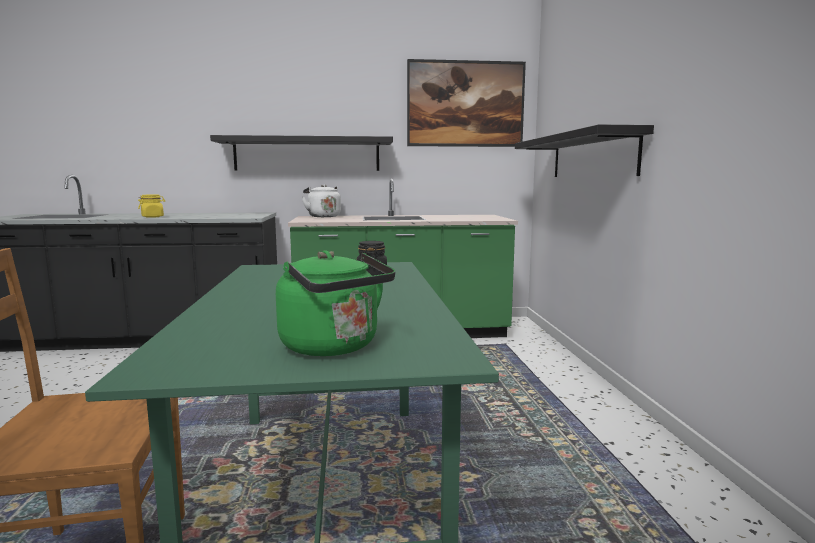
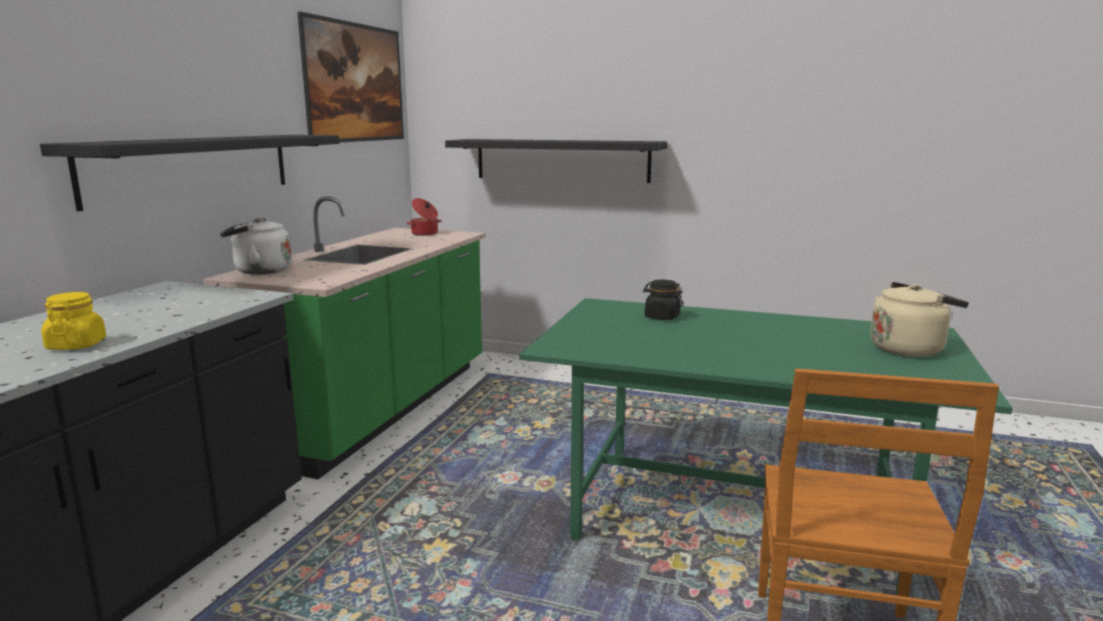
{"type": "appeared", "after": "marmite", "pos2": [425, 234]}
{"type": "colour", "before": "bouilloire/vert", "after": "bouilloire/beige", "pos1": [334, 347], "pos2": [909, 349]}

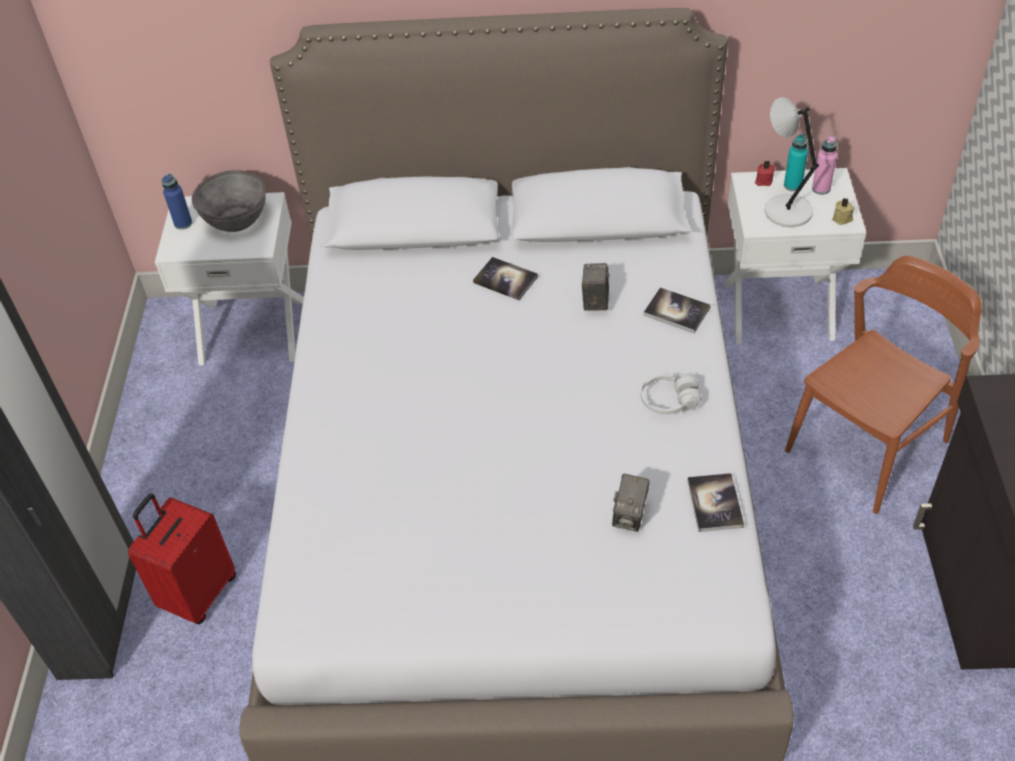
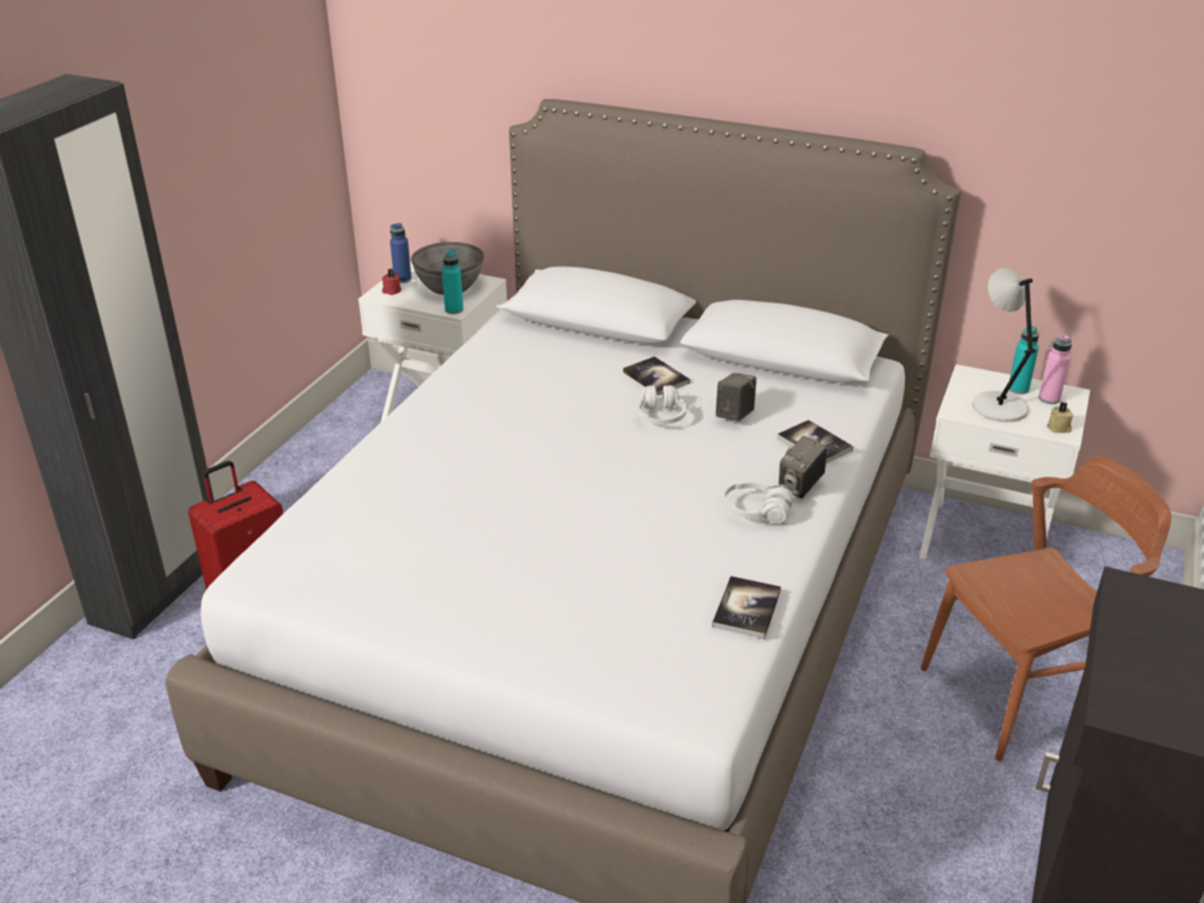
{"type": "relocated", "before": "bougie/rouge", "pos1": [763, 181], "pos2": [391, 291]}
{"type": "appeared", "after": "bouteille/turquoise", "pos2": [454, 310]}
{"type": "appeared", "after": "casque audio/blanc", "pos2": [660, 416]}
{"type": "relocated", "before": "appareil photo", "pos1": [630, 516], "pos2": [800, 487]}

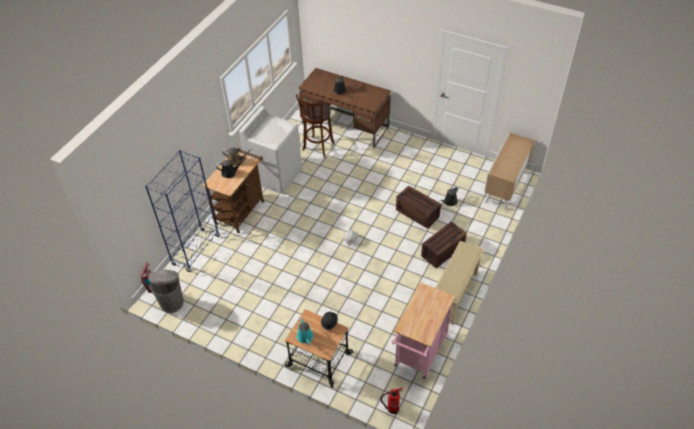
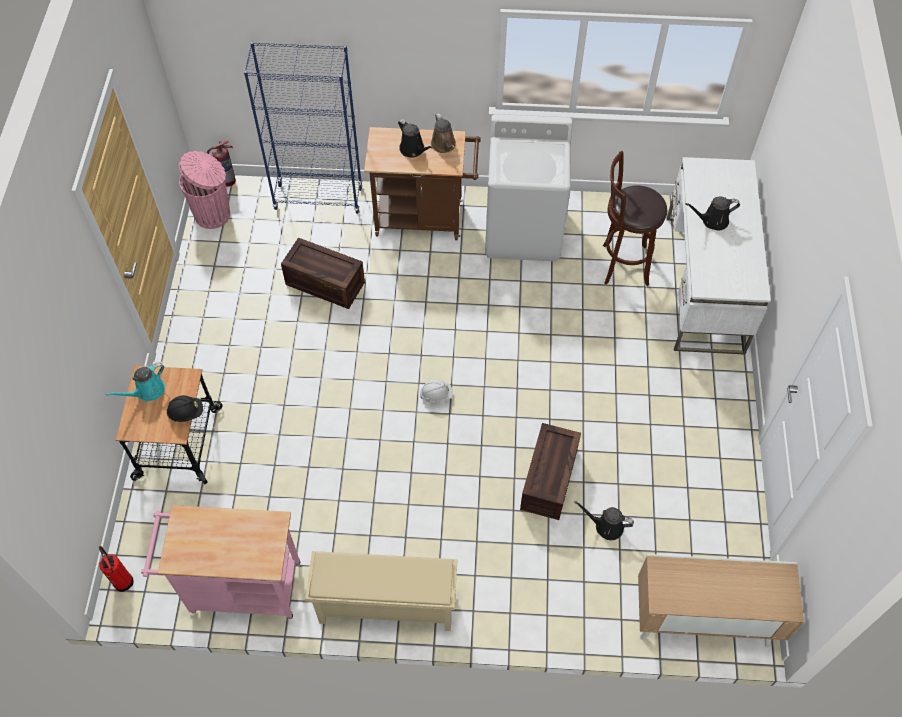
{"type": "colour", "before": "poubelle/gris", "after": "poubelle/rose", "pos1": [172, 302], "pos2": [213, 214]}
{"type": "relocated", "before": "caisse", "pos1": [443, 251], "pos2": [323, 284]}
{"type": "colour", "before": "bureau/marron", "after": "bureau/blanc", "pos1": [345, 126], "pos2": [704, 284]}

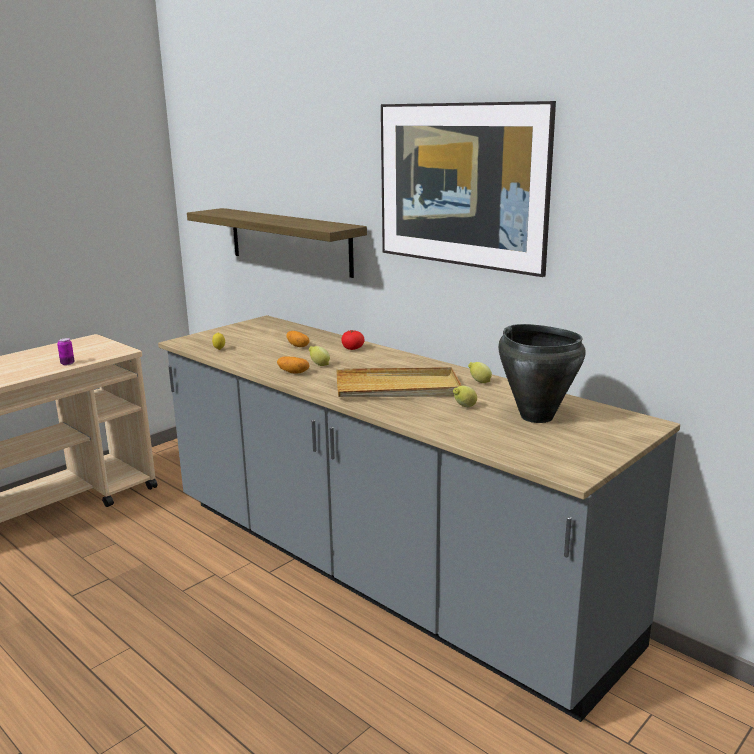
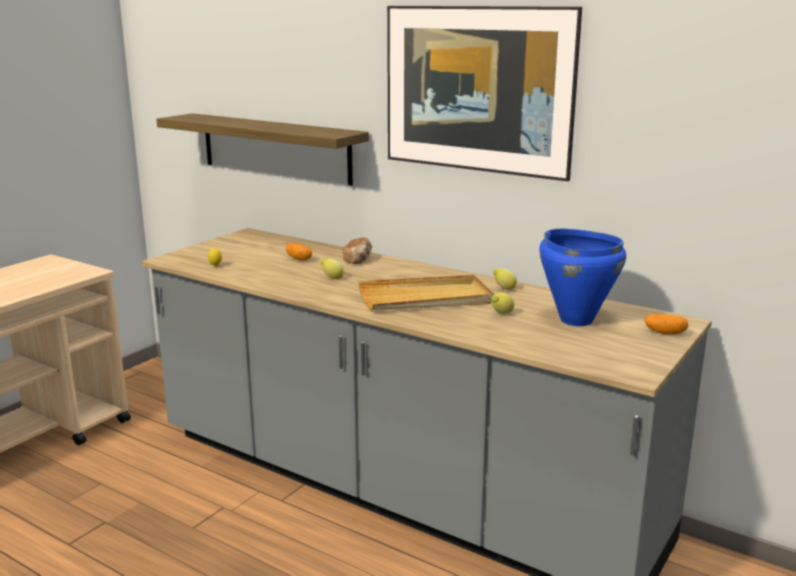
{"type": "exchanged", "before": "tomate", "after": "pain", "pos1": [352, 348], "pos2": [358, 260]}
{"type": "colour", "before": "marmite/noir", "after": "marmite/bleu", "pos1": [536, 416], "pos2": [576, 320]}
{"type": "relocated", "before": "pomme de terre", "pos1": [293, 372], "pos2": [665, 333]}
{"type": "missing", "before": "boîte métallique", "pos1": [67, 363]}

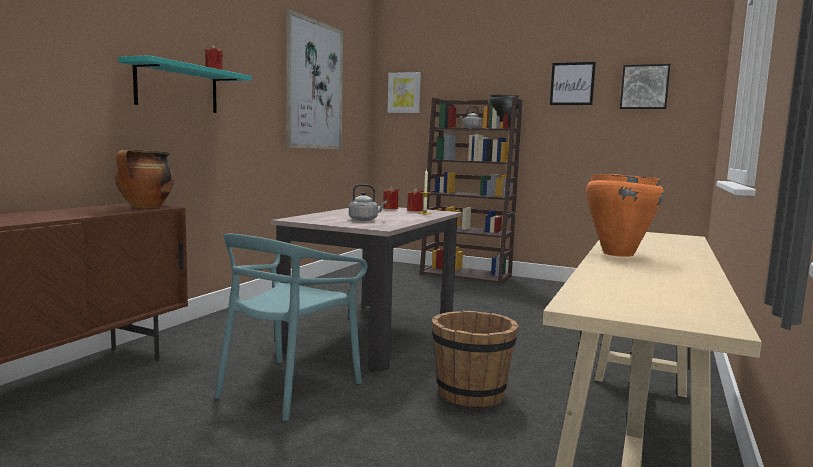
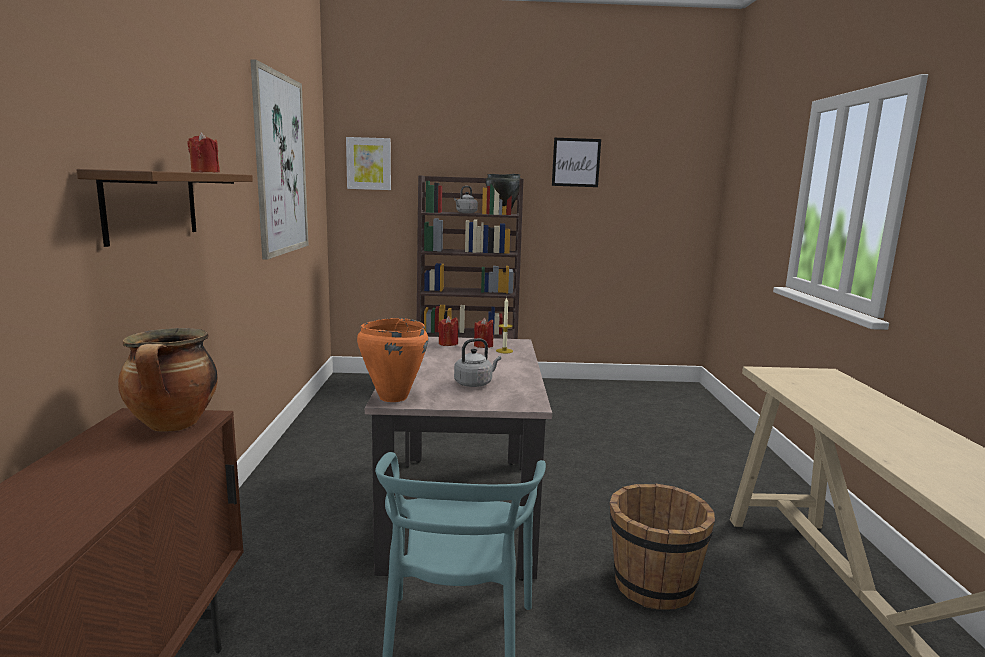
{"type": "colour", "before": "étagère/turquoise", "after": "étagère/marron", "pos1": [177, 88], "pos2": [152, 205]}
{"type": "relocated", "before": "marmite/orange", "pos1": [617, 254], "pos2": [392, 397]}
{"type": "missing", "before": "tableau", "pos1": [644, 87]}

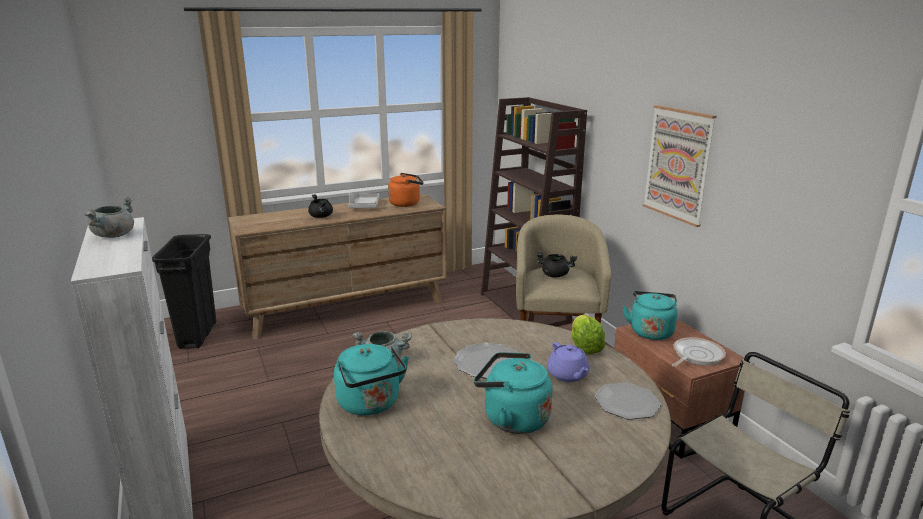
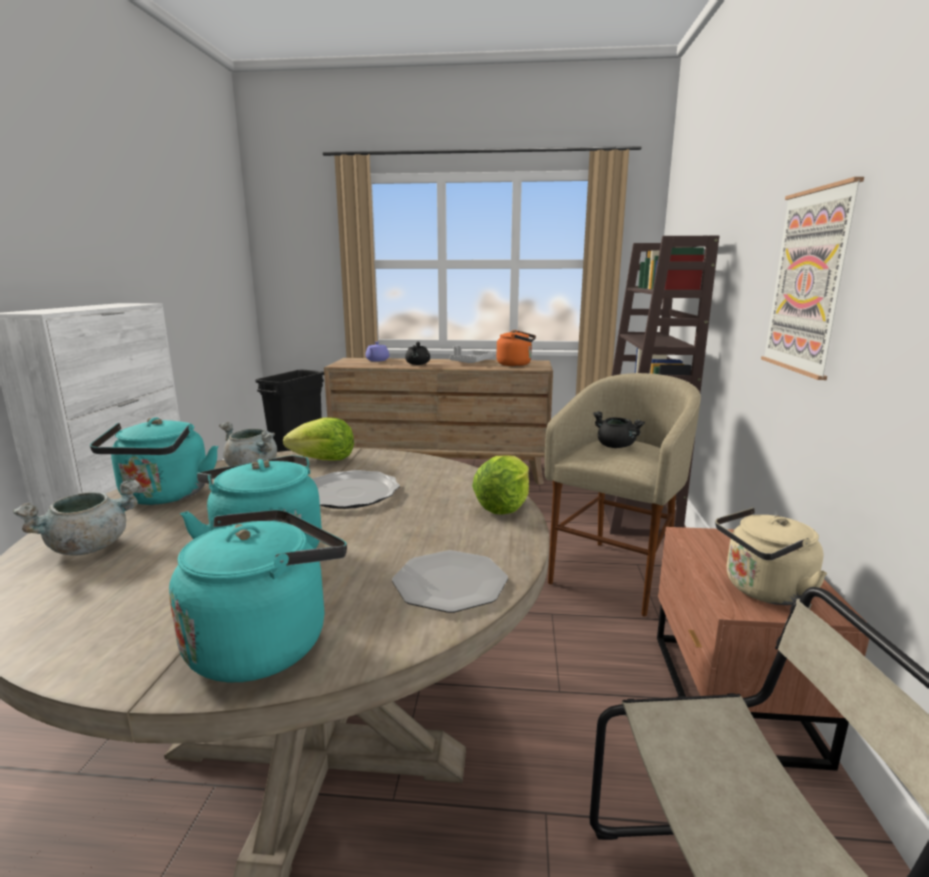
{"type": "relocated", "before": "marmite/gris", "pos1": [114, 235], "pos2": [89, 547]}
{"type": "relocated", "before": "bouilloire/turquoise", "pos1": [650, 331], "pos2": [265, 642]}
{"type": "appeared", "after": "laitue", "pos2": [323, 460]}
{"type": "relocated", "before": "théière/violet", "pos1": [568, 375], "pos2": [377, 360]}
{"type": "exchanged", "before": "poêle", "after": "bouilloire/beige", "pos1": [696, 355], "pos2": [763, 591]}

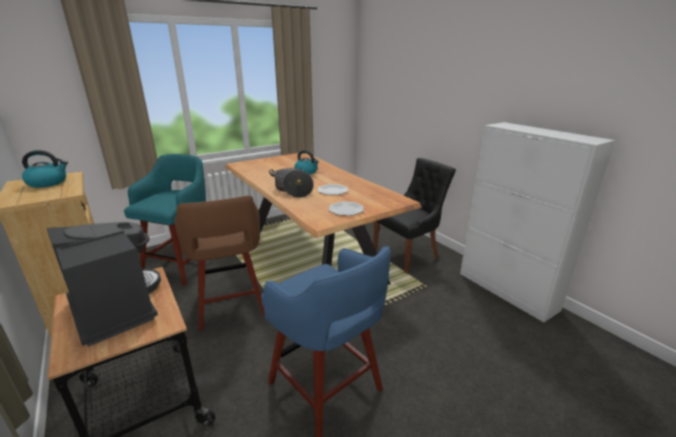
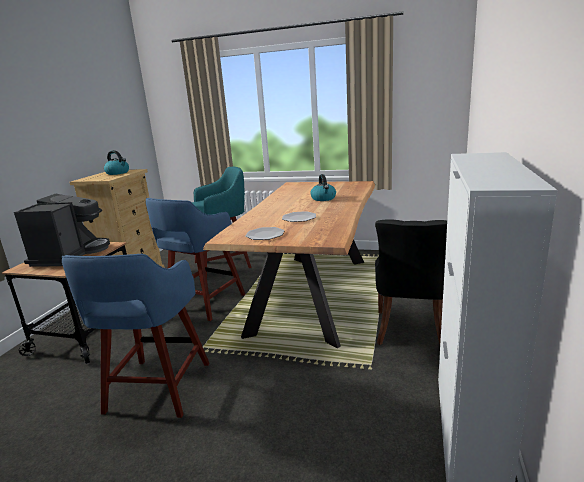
{"type": "colour", "before": "tabouret/marron", "after": "tabouret/bleu", "pos1": [231, 305], "pos2": [204, 303]}
{"type": "spun", "before": "chaise/noir", "pos1": [407, 254], "pos2": [411, 331], "turn": 90}
{"type": "missing", "before": "marmite", "pos1": [292, 190]}

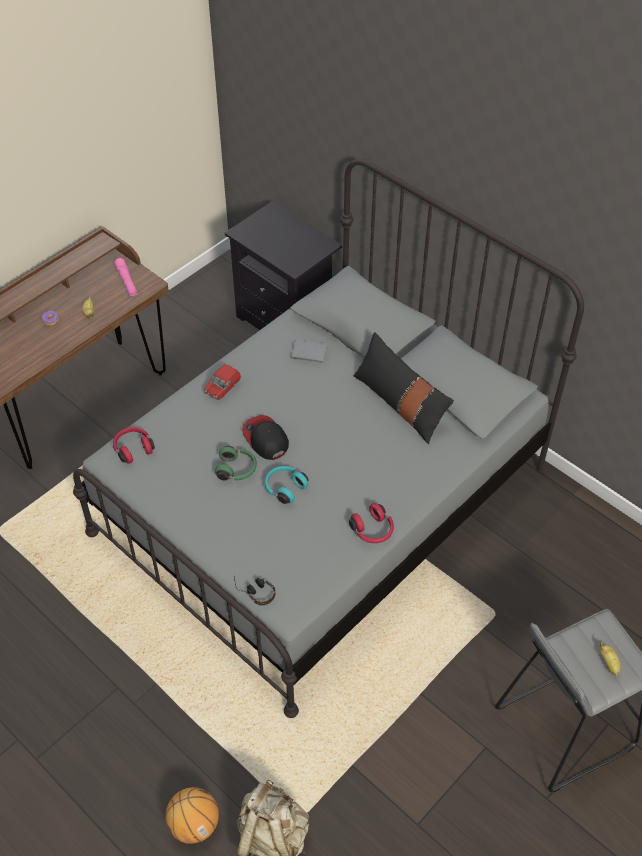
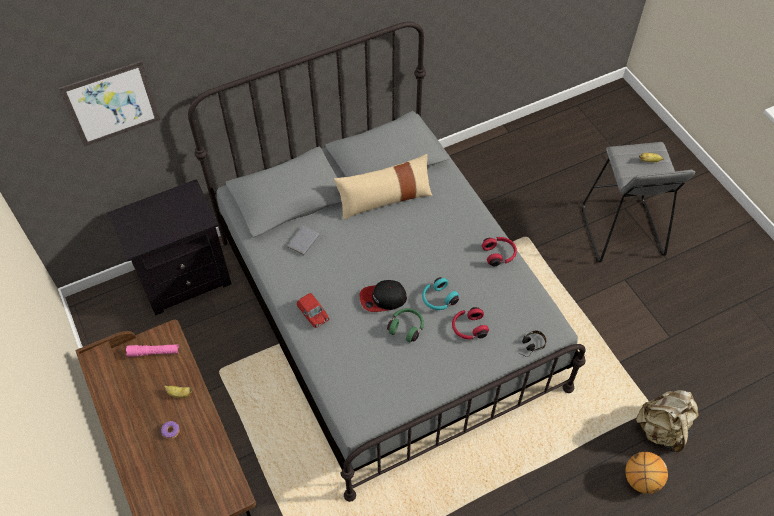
{"type": "appeared", "after": "tableau", "pos2": [111, 104]}
{"type": "colour", "before": "coussin/noir", "after": "coussin/beige", "pos1": [400, 403], "pos2": [384, 199]}
{"type": "relocated", "before": "casque audio/rouge", "pos1": [133, 448], "pos2": [468, 328]}

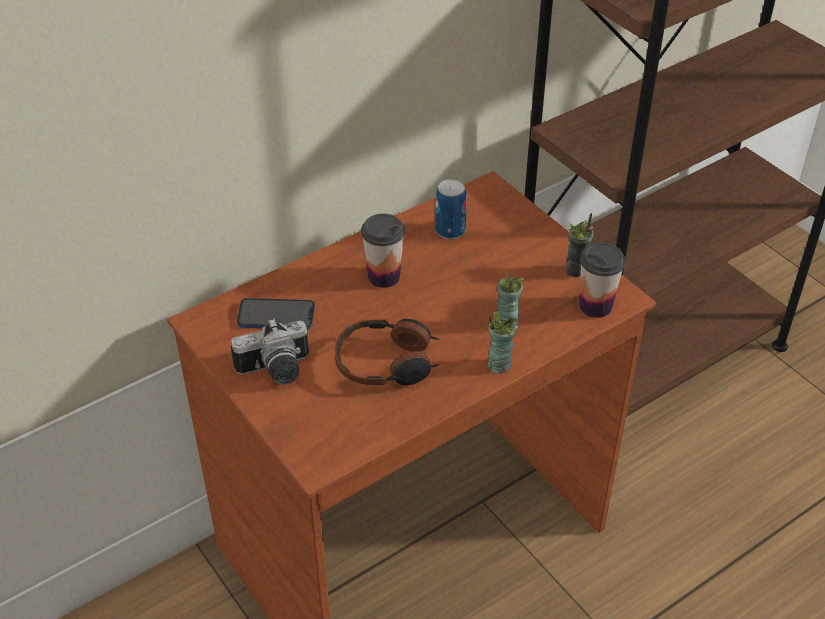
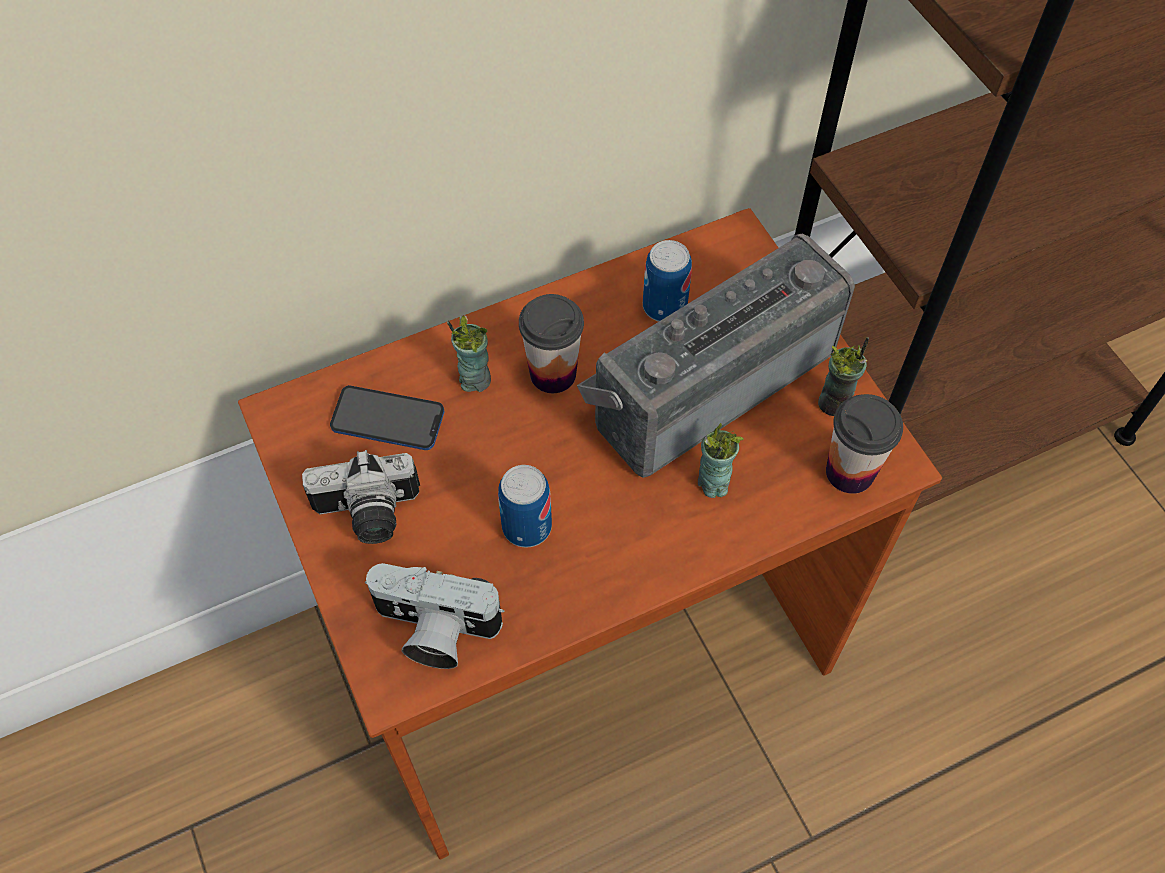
{"type": "appeared", "after": "appareil photo", "pos2": [433, 630]}
{"type": "relocated", "before": "tasse", "pos1": [499, 364], "pos2": [475, 379]}
{"type": "exchanged", "before": "casque audio", "after": "boîte métallique", "pos1": [387, 363], "pos2": [527, 527]}
{"type": "appeared", "after": "radio", "pos2": [707, 381]}

